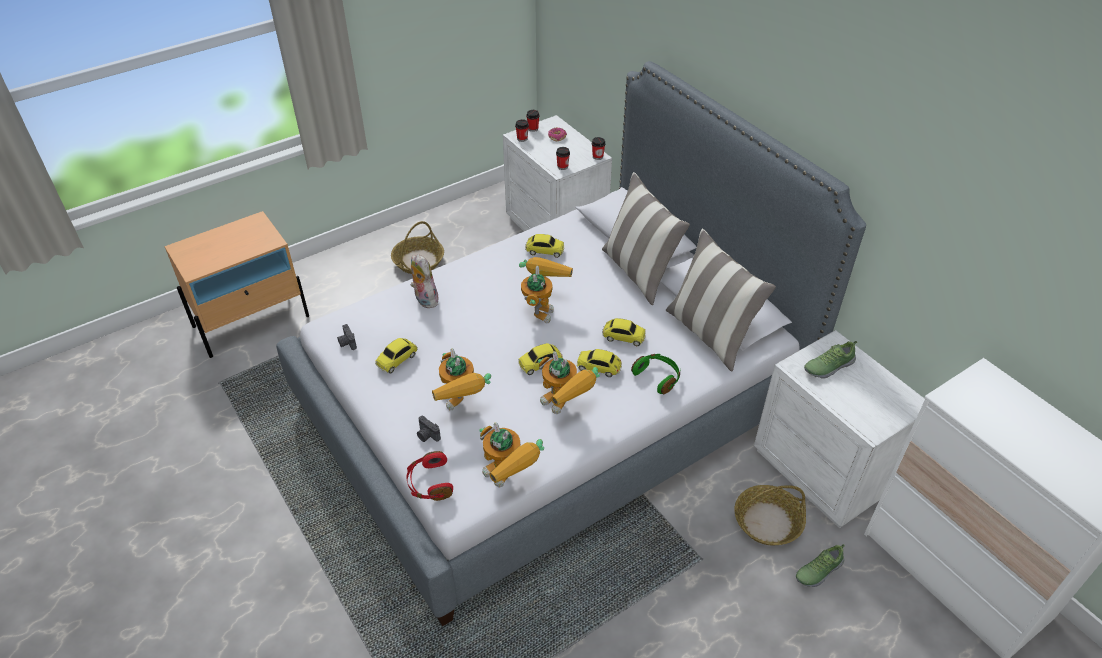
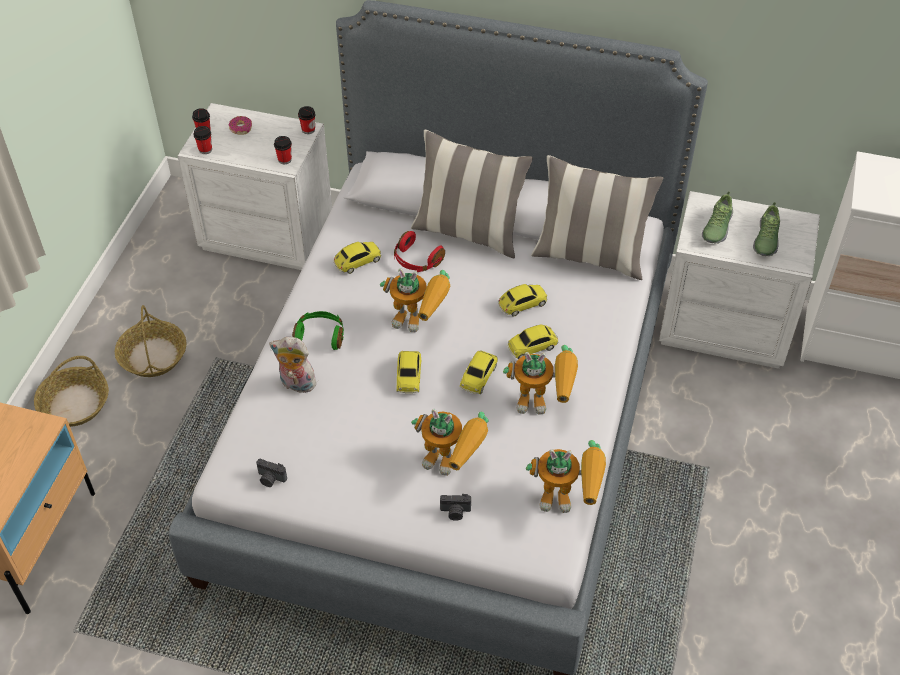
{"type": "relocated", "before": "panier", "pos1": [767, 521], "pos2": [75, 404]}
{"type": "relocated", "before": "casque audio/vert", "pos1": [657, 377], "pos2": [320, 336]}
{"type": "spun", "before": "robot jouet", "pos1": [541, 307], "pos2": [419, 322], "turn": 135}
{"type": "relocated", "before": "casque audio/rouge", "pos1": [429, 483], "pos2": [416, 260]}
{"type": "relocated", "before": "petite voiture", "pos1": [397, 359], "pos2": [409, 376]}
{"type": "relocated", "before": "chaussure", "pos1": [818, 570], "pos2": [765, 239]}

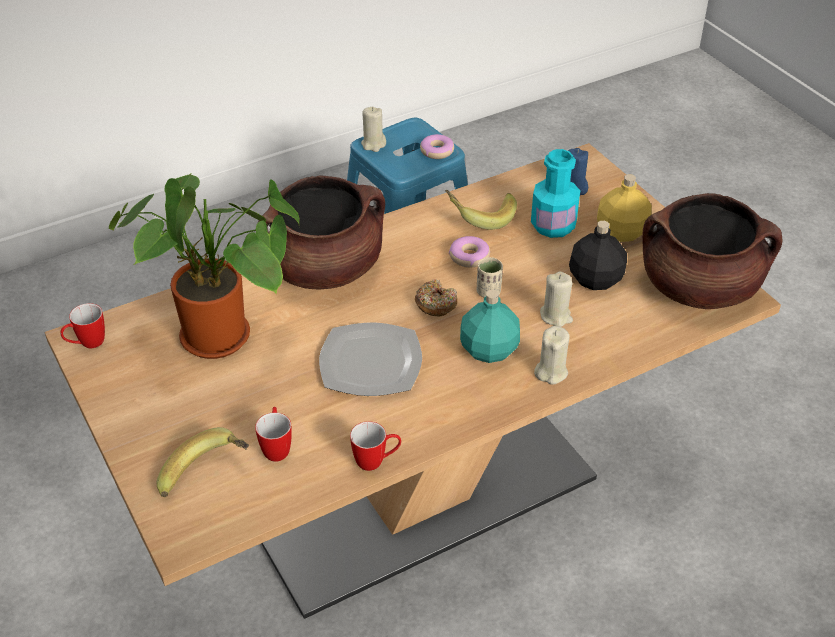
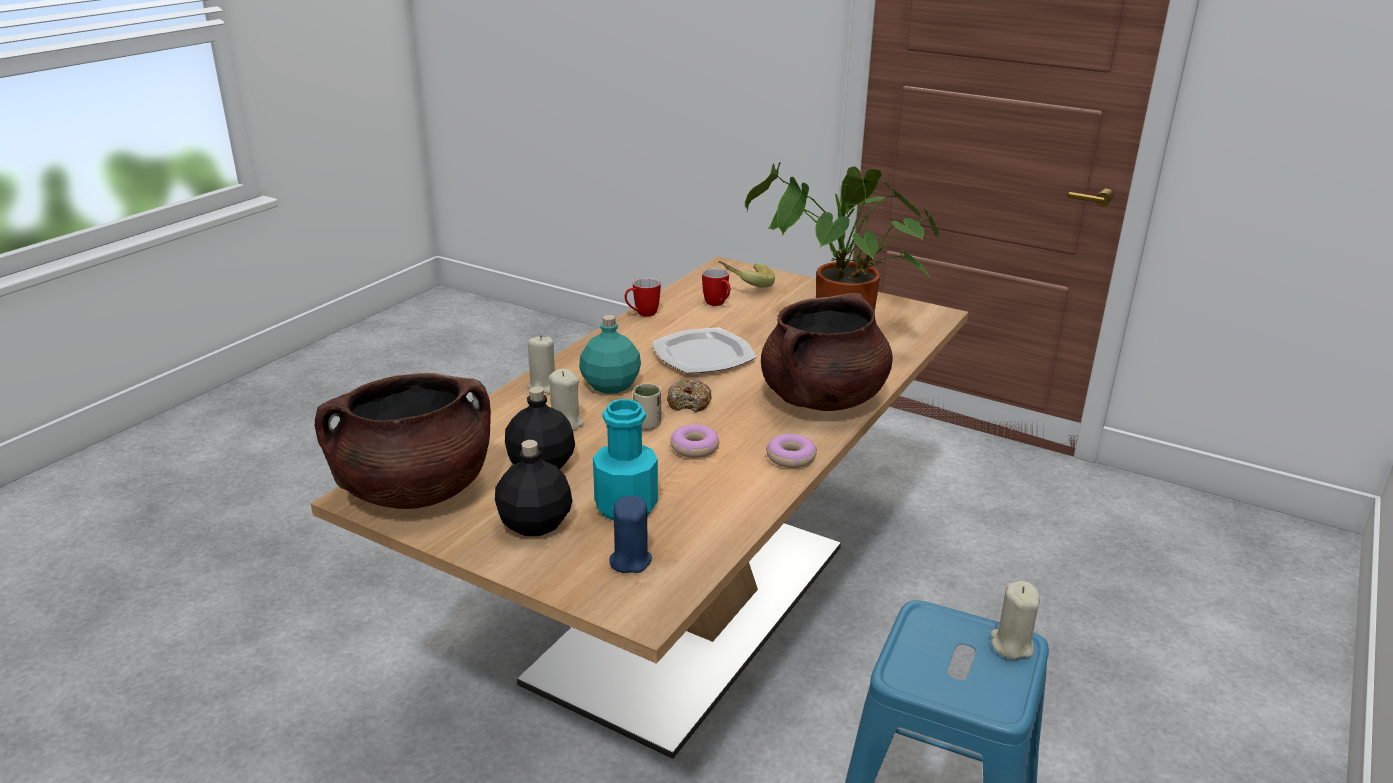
{"type": "colour", "before": "bouteille/jaune", "after": "bouteille/noir", "pos1": [621, 233], "pos2": [534, 524]}
{"type": "relocated", "before": "beignet", "pos1": [437, 151], "pos2": [791, 458]}
{"type": "missing", "before": "mug", "pos1": [87, 344]}
{"type": "missing", "before": "banane", "pos1": [480, 217]}

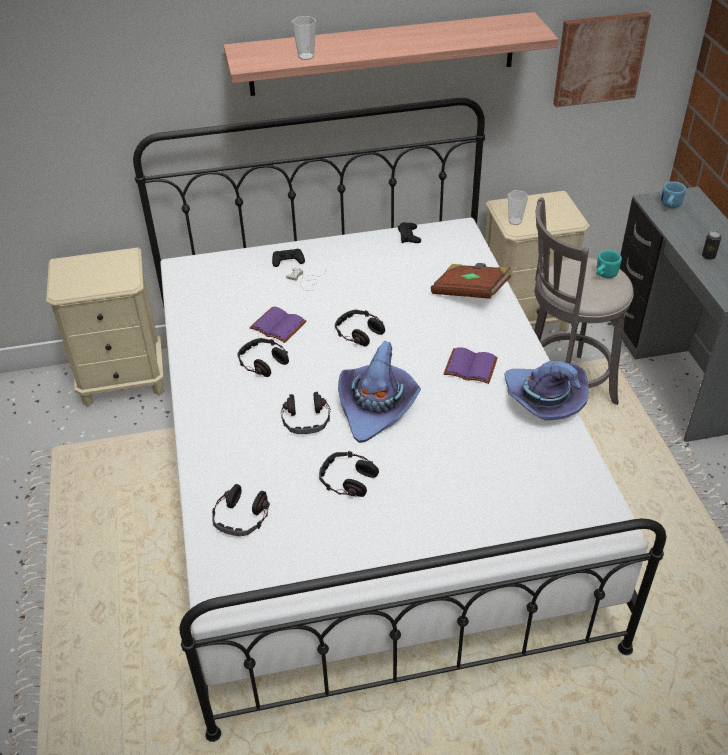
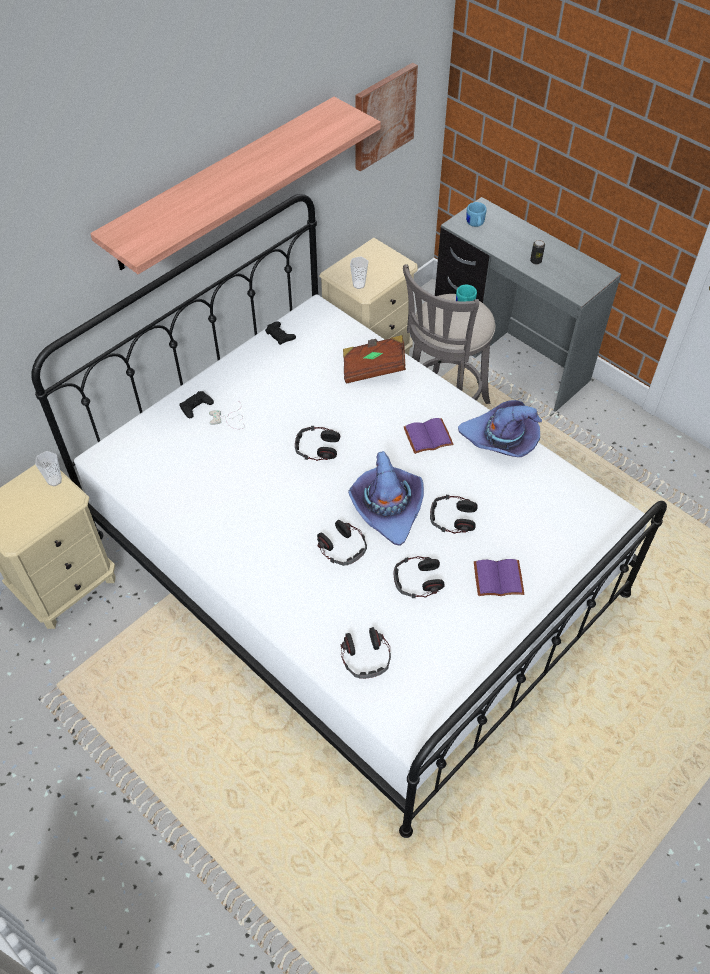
{"type": "relocated", "before": "tasse", "pos1": [306, 56], "pos2": [54, 480]}
{"type": "relocated", "before": "casque audio", "pos1": [263, 362], "pos2": [452, 518]}
{"type": "relocated", "before": "livre/violet", "pos1": [276, 326], "pos2": [497, 580]}

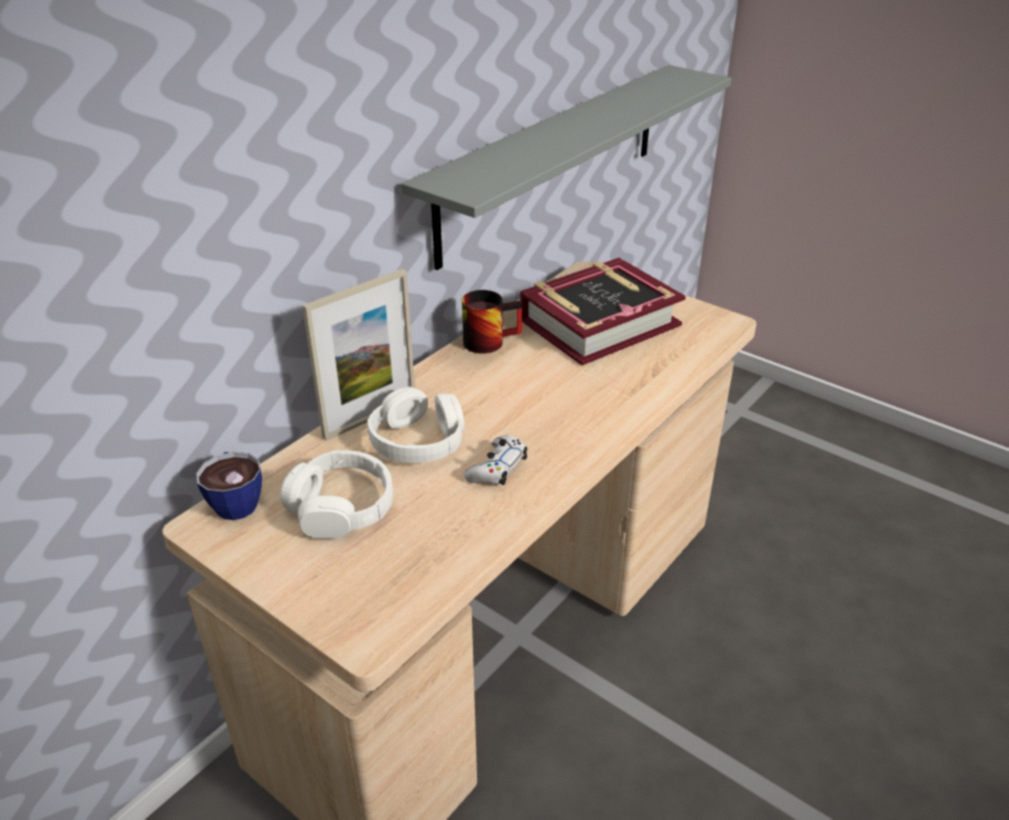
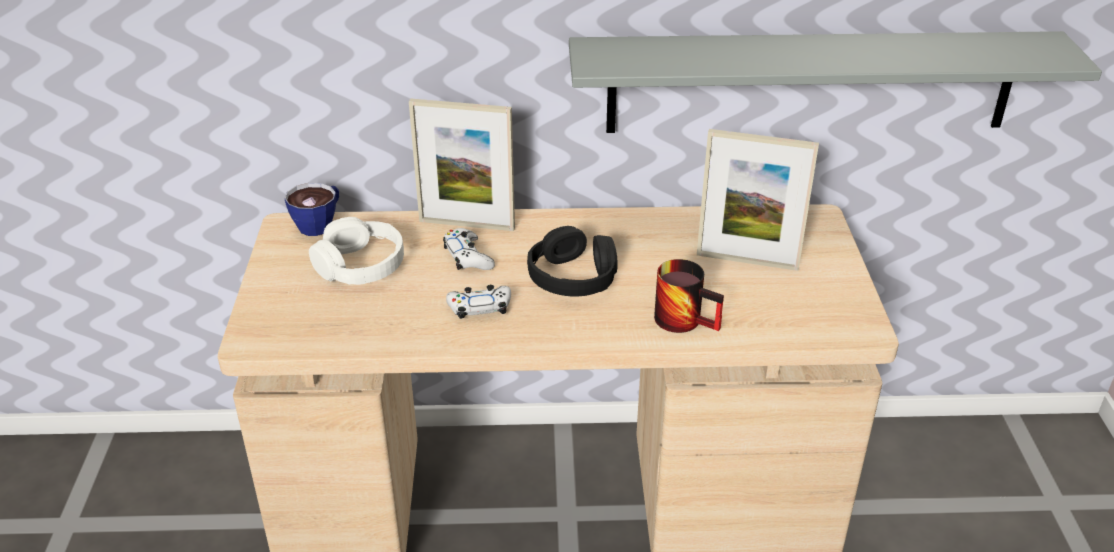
{"type": "exchanged", "before": "casque audio/blanc", "after": "manette/blanc", "pos1": [418, 440], "pos2": [468, 257]}
{"type": "appeared", "after": "casque audio/noir", "pos2": [573, 276]}
{"type": "relocated", "before": "mug", "pos1": [489, 339], "pos2": [687, 319]}
{"type": "exchanged", "before": "livre", "after": "cadre photo", "pos1": [599, 323], "pos2": [747, 261]}

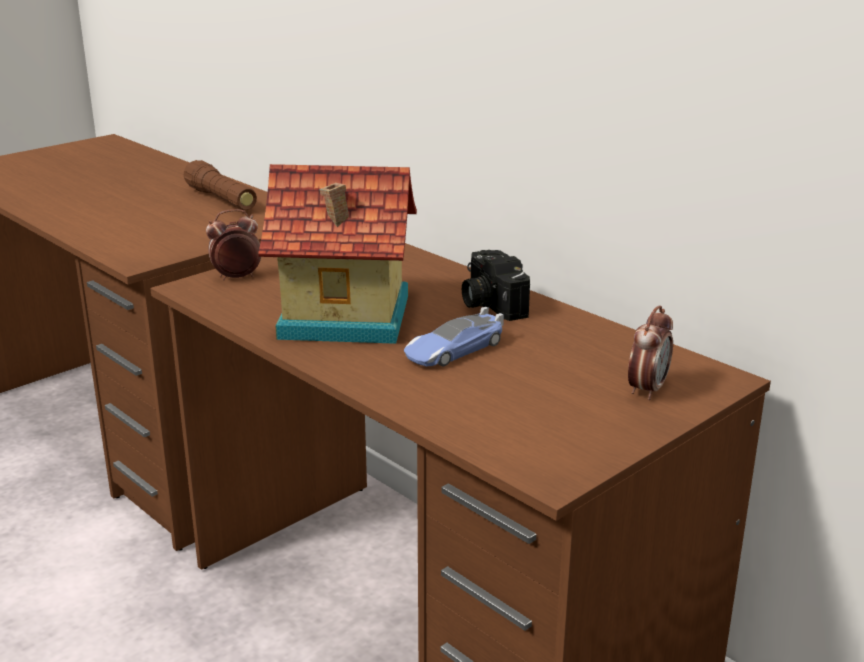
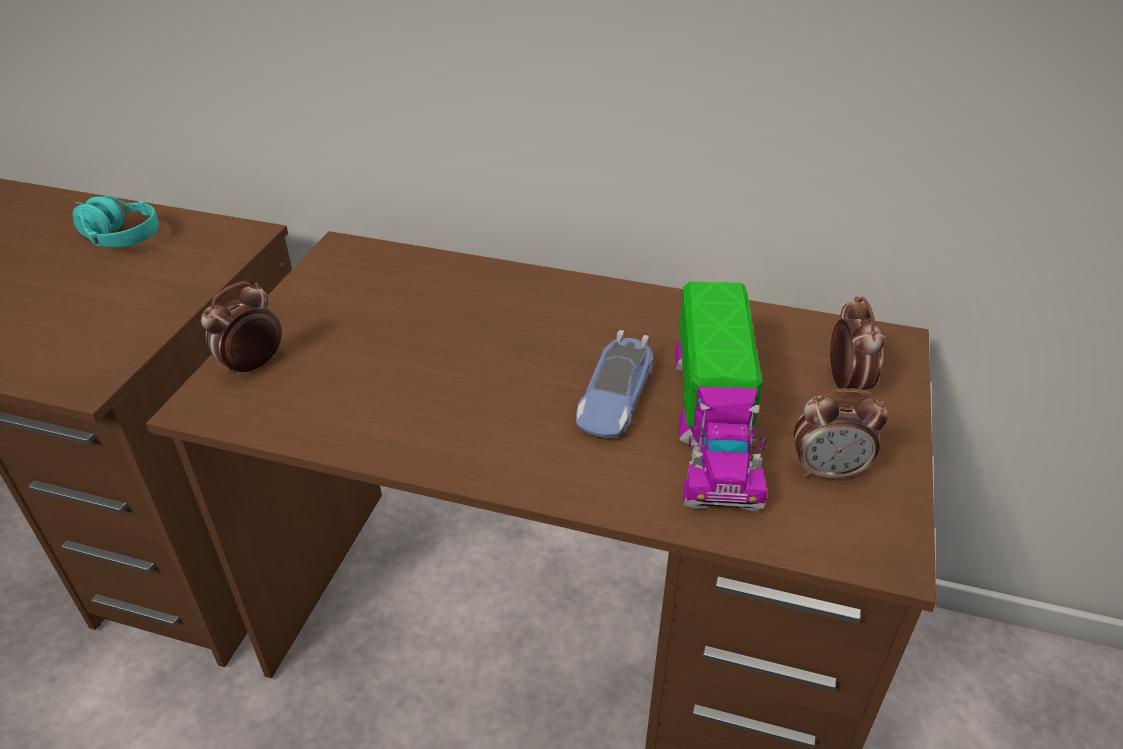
{"type": "exchanged", "before": "lampe de poche/marron", "after": "casque audio/turquoise", "pos1": [221, 200], "pos2": [112, 235]}
{"type": "appeared", "after": "camion jouet", "pos2": [714, 423]}
{"type": "appeared", "after": "réveil", "pos2": [828, 471]}
{"type": "missing", "before": "maison miniature", "pos1": [345, 318]}
{"type": "missing", "before": "appareil photo", "pos1": [488, 303]}

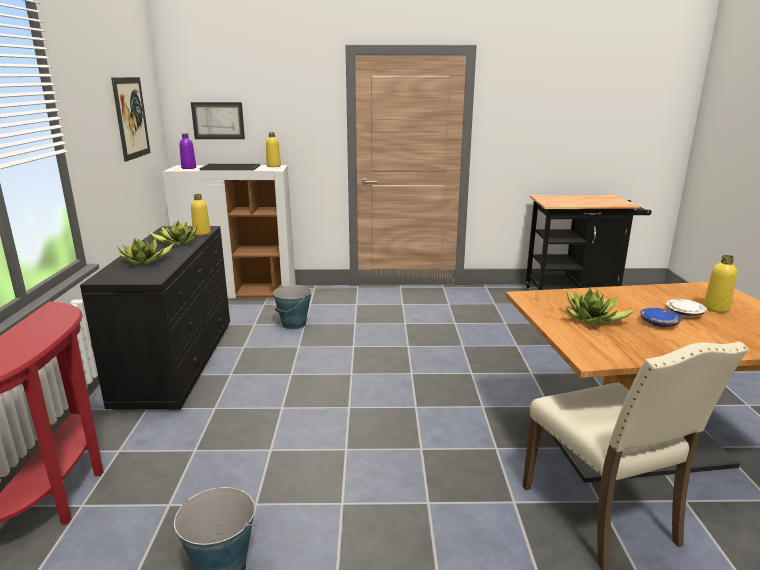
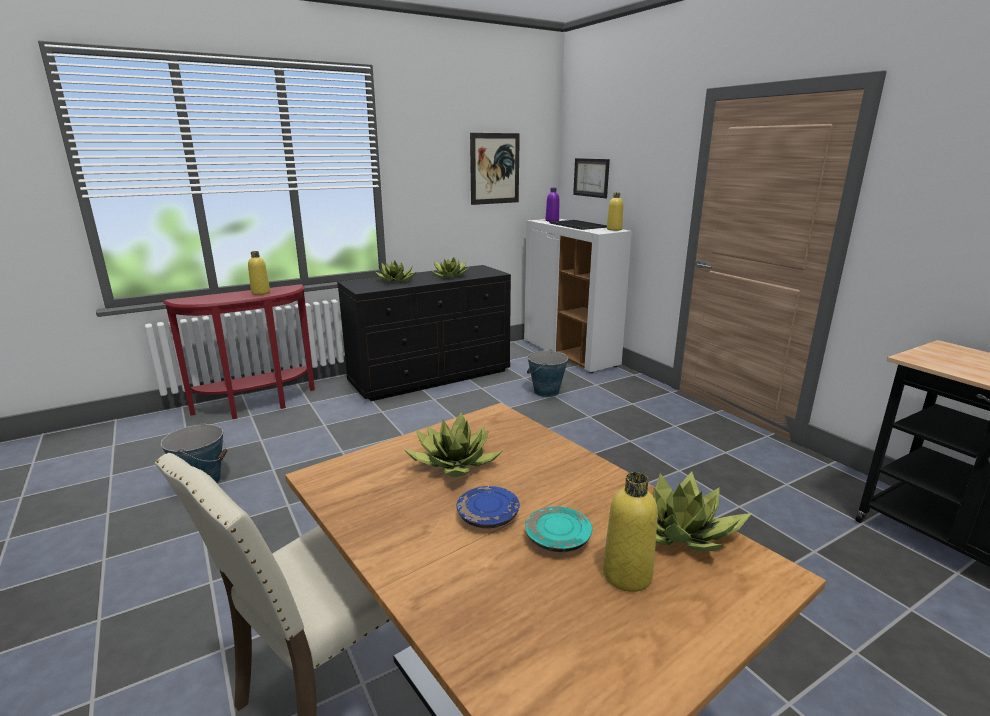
{"type": "relocated", "before": "bouteille/jaune", "pos1": [202, 233], "pos2": [260, 293]}
{"type": "colour", "before": "assiette/blanc", "after": "assiette/turquoise", "pos1": [684, 313], "pos2": [557, 539]}
{"type": "appeared", "after": "plante en pot", "pos2": [684, 532]}

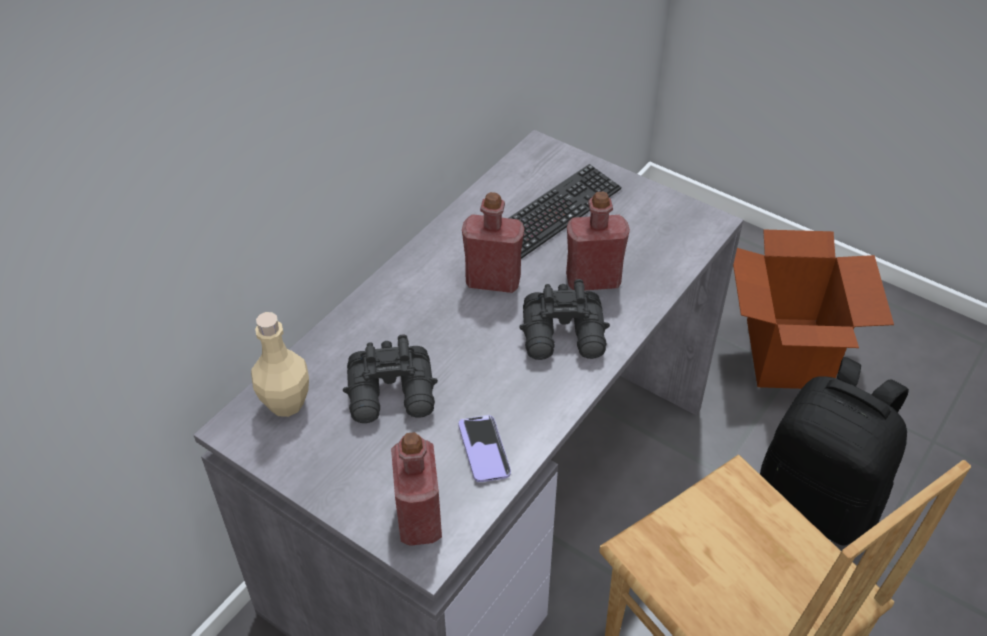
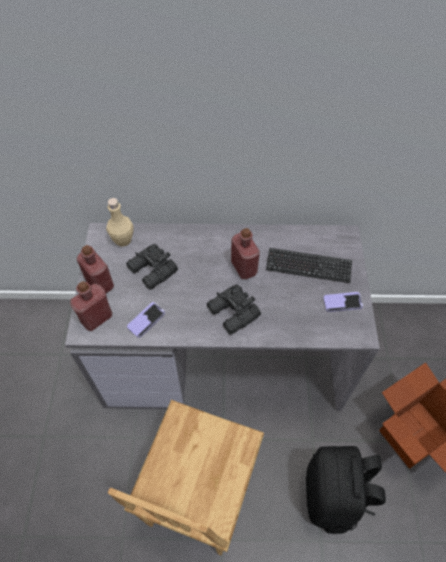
{"type": "relocated", "before": "bouteille/rouge", "pos1": [593, 280], "pos2": [100, 284]}
{"type": "appeared", "after": "téléphone", "pos2": [342, 302]}

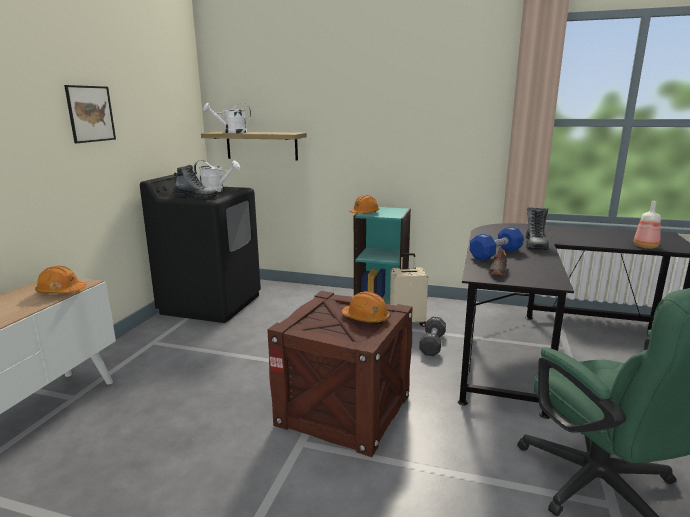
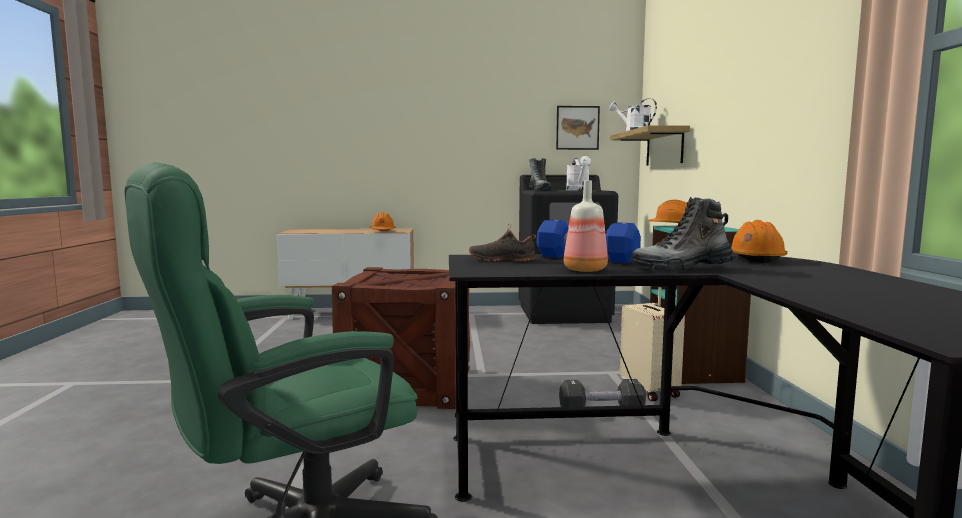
{"type": "relocated", "before": "tableau", "pos1": [90, 114], "pos2": [577, 128]}
{"type": "relocated", "before": "bouteille", "pos1": [646, 247], "pos2": [585, 270]}
{"type": "relocated", "before": "casque de chantier/orange", "pos1": [366, 318], "pos2": [755, 259]}

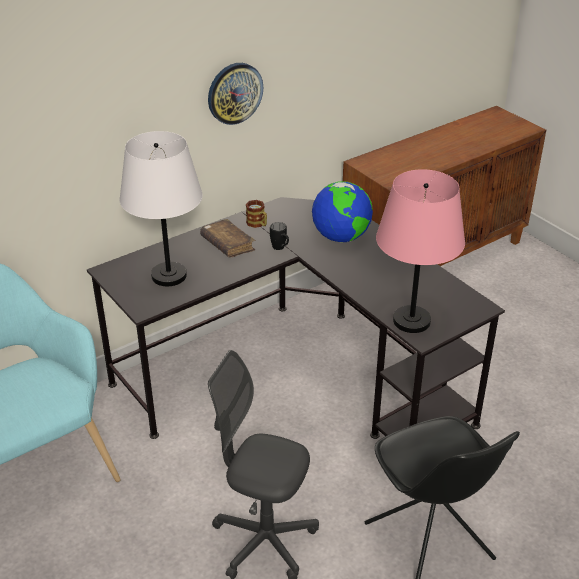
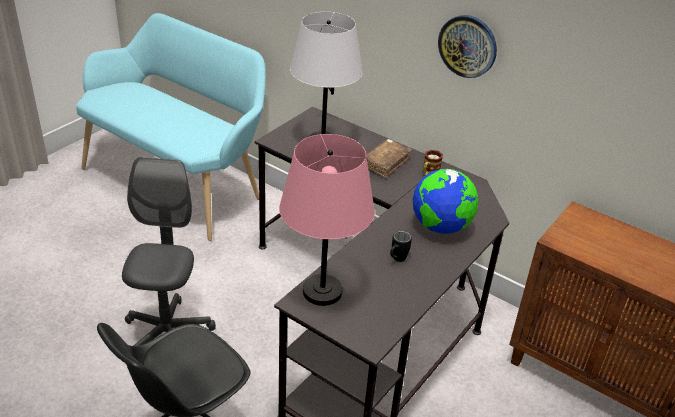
{"type": "relocated", "before": "mug/noir", "pos1": [280, 248], "pos2": [397, 259]}

